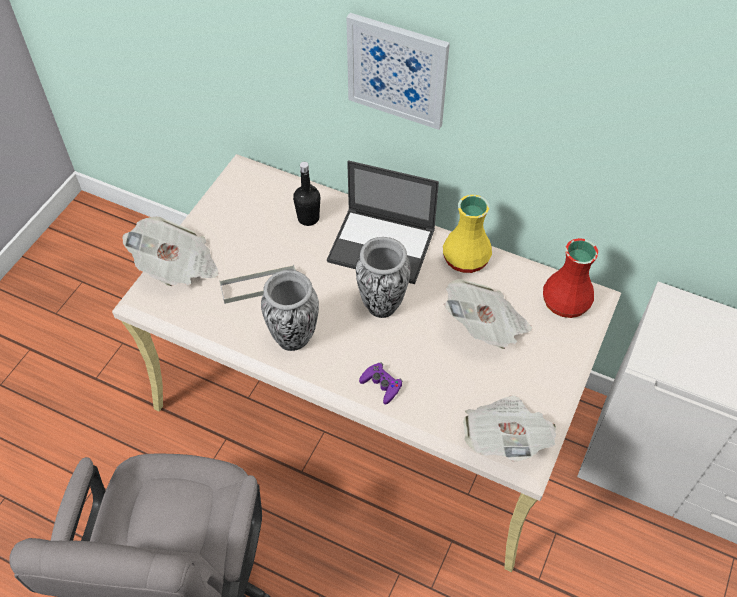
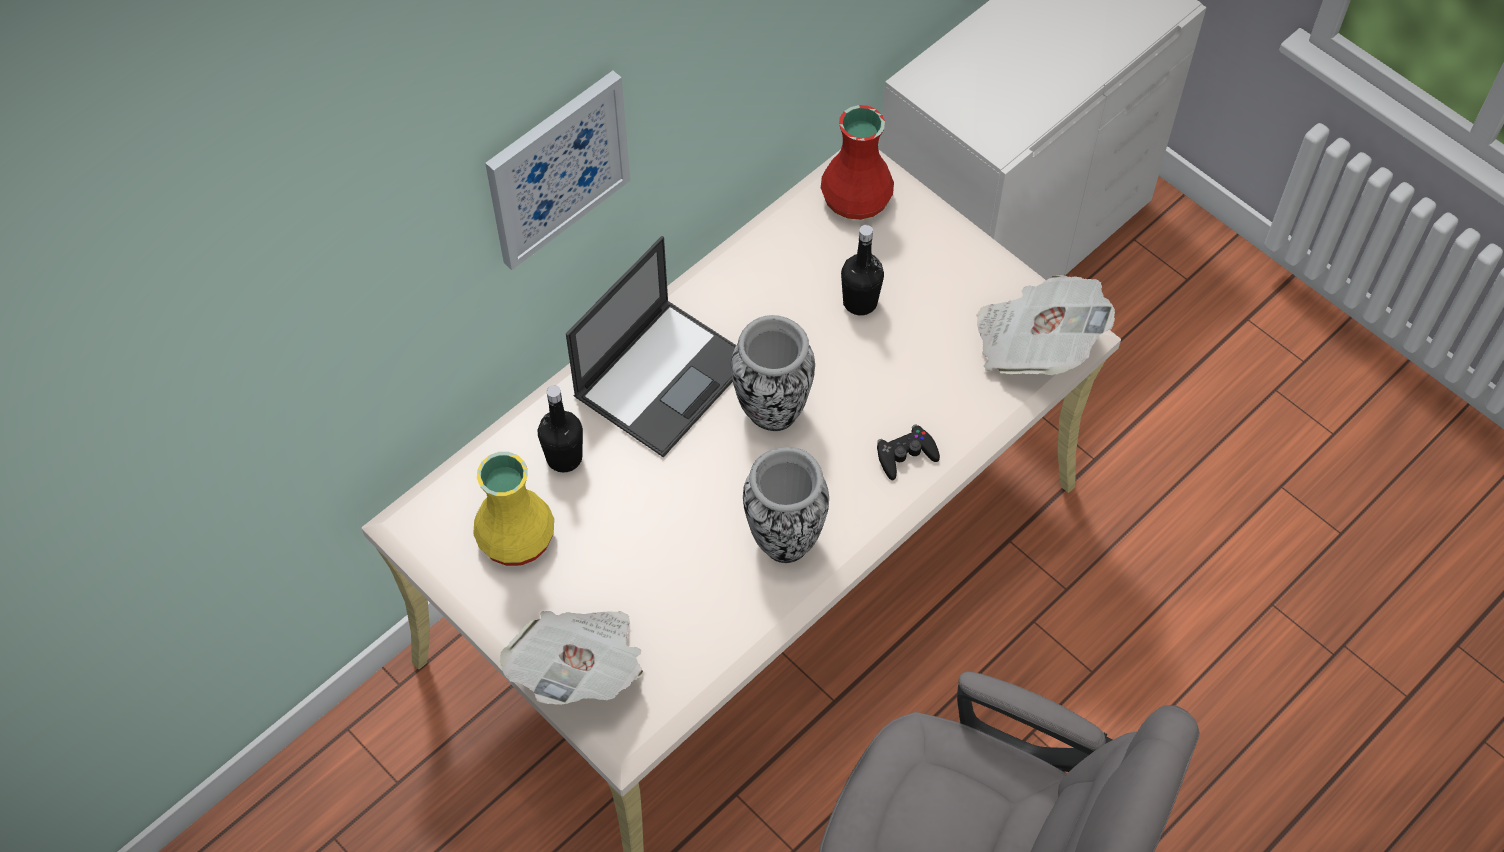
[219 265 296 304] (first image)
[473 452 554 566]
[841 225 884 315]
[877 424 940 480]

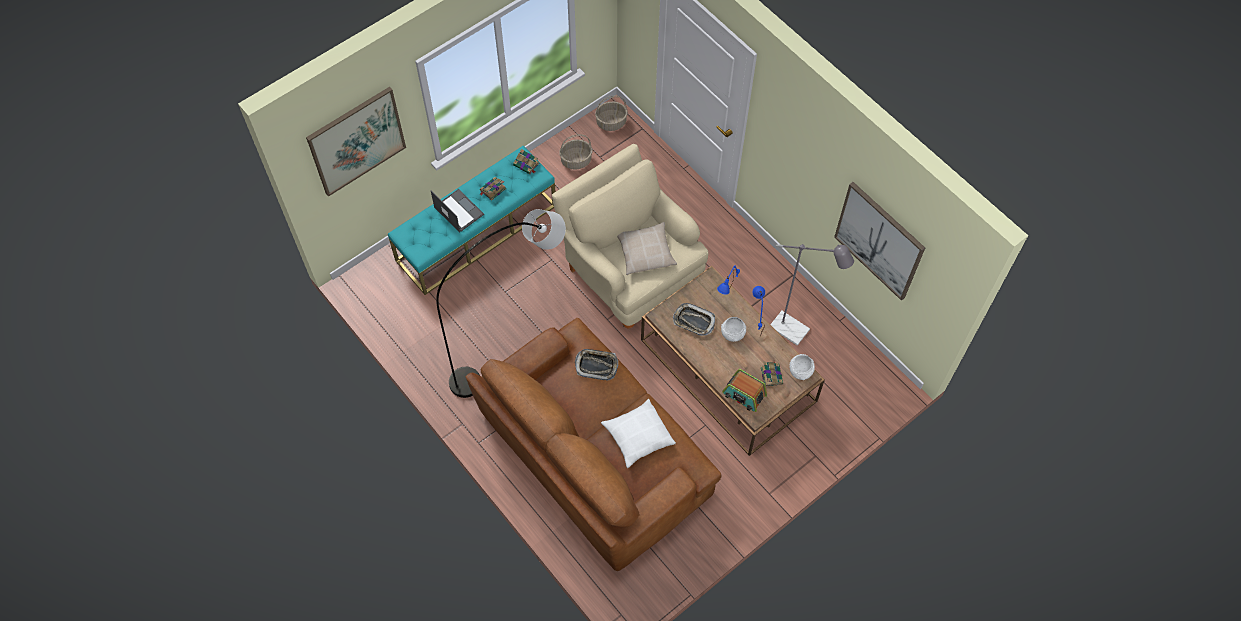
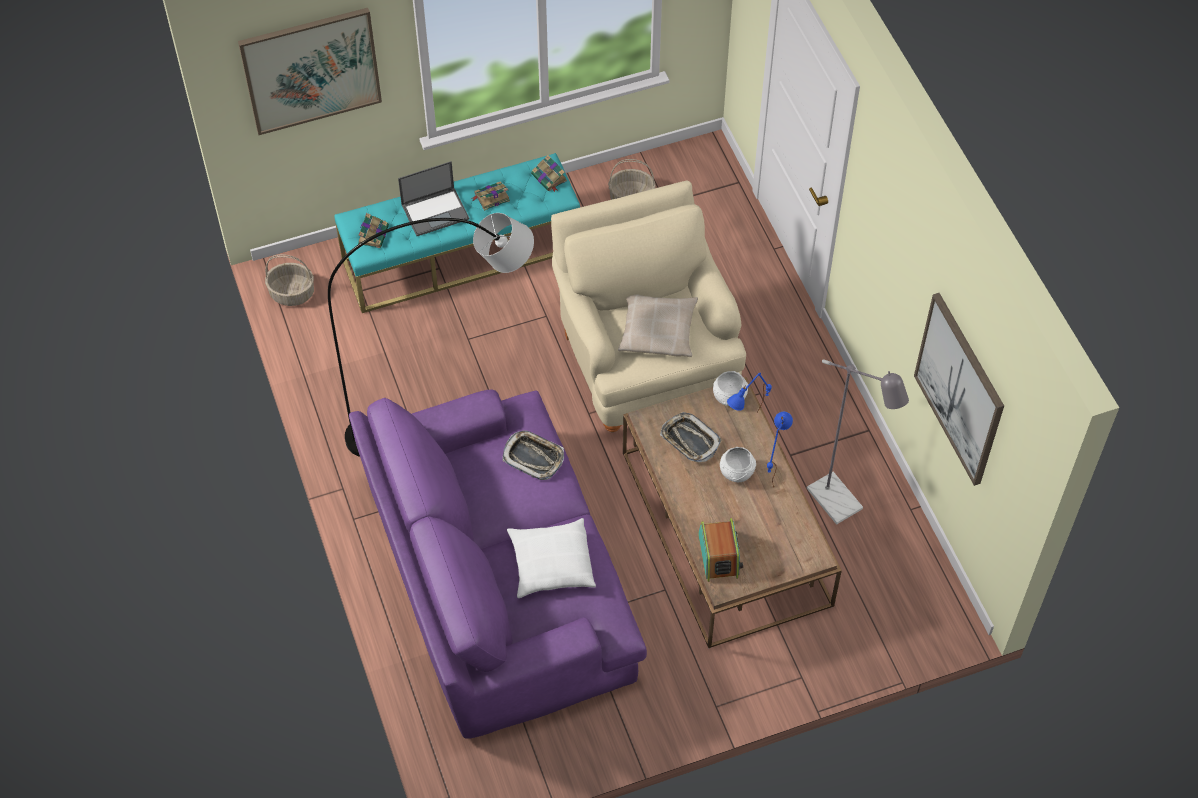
[265 254 314 306]
[358 213 389 248]
[713 371 748 406]
[349 390 647 739]
[398 161 469 236]
[698 518 743 582]

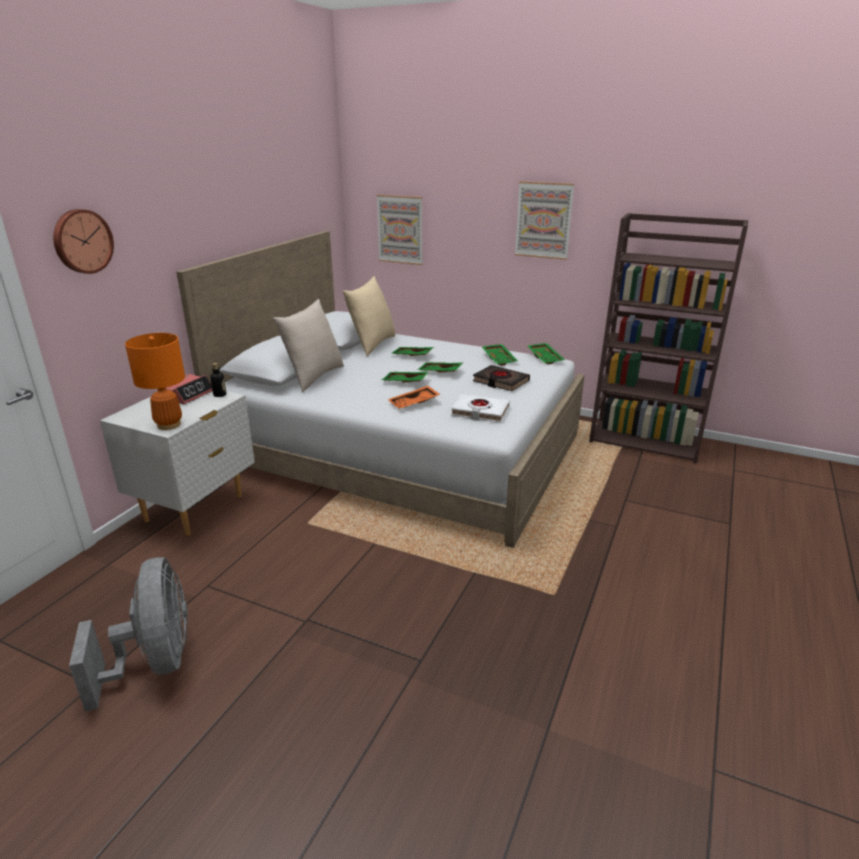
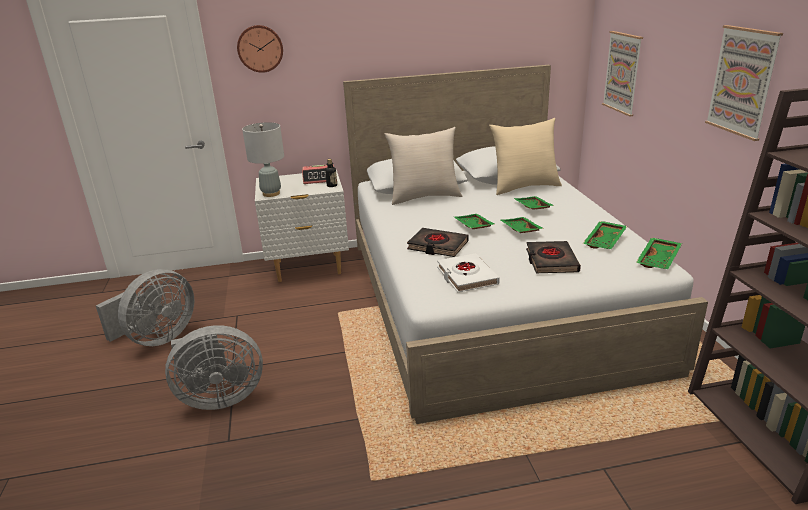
[165 325 263 410]
[407 228 469 257]
[242 122 284 197]

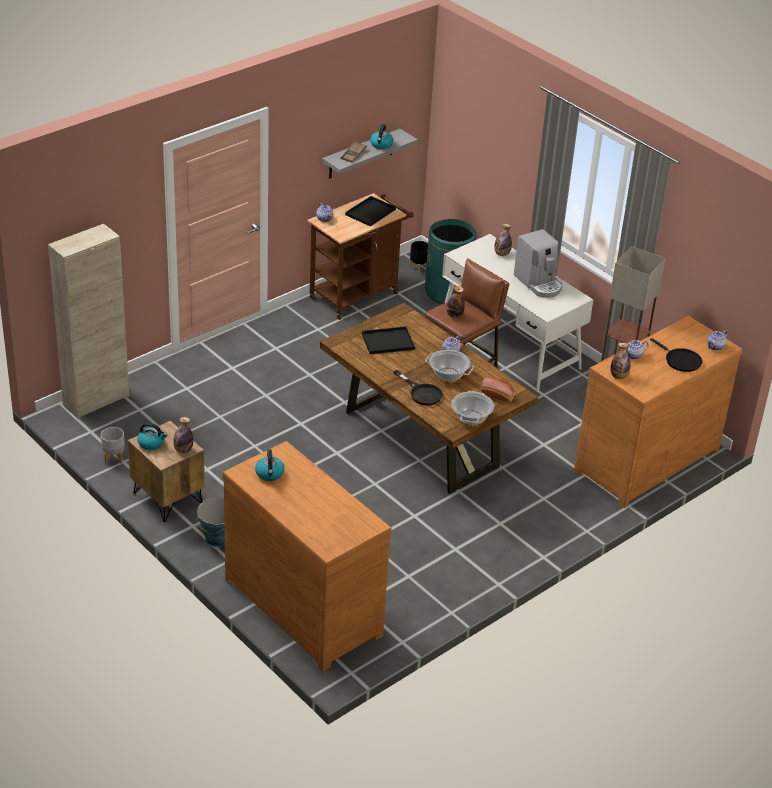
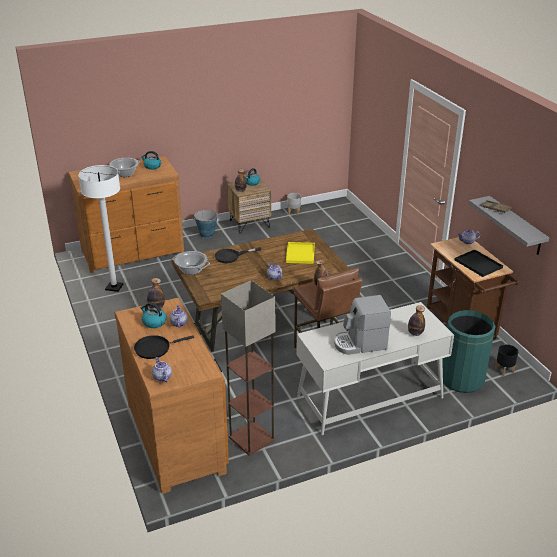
[48 224 129 419] (first image)
[482 377 515 402] (first image)
[78 165 123 292]
[140 302 166 328]
[109 158 140 177]
[286 242 315 264]

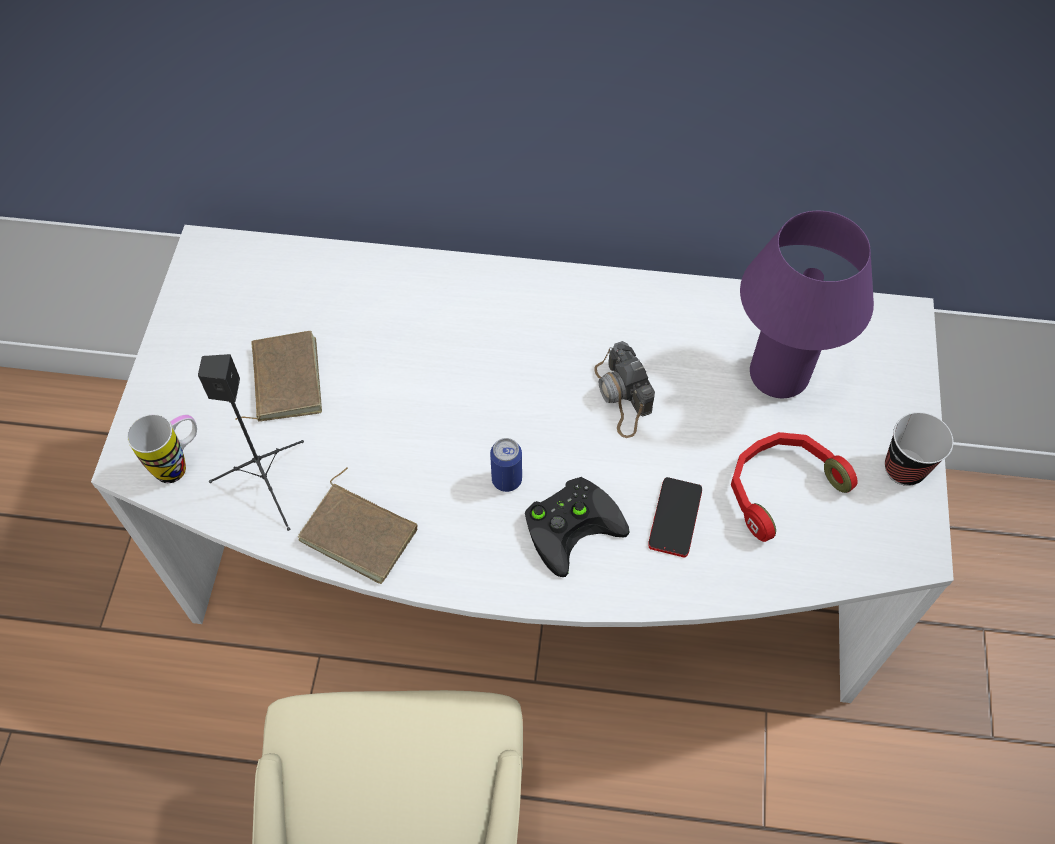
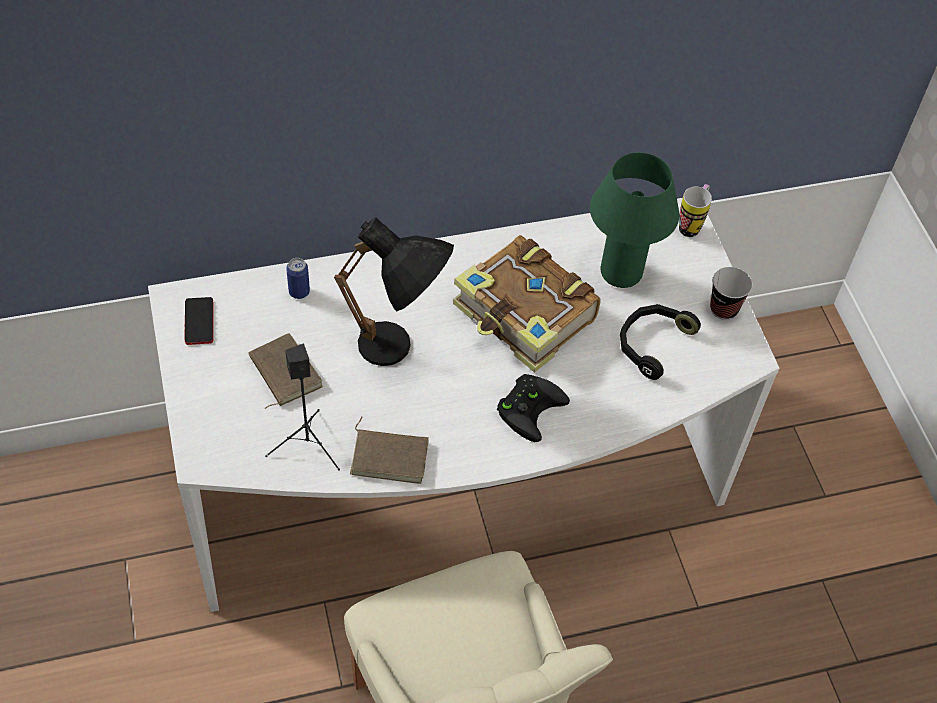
[334 217 454 366]
[679 184 712 237]
[286 258 310 299]
[184 297 214 345]
[453 235 601 373]
[620 304 701 380]
[590 152 679 288]

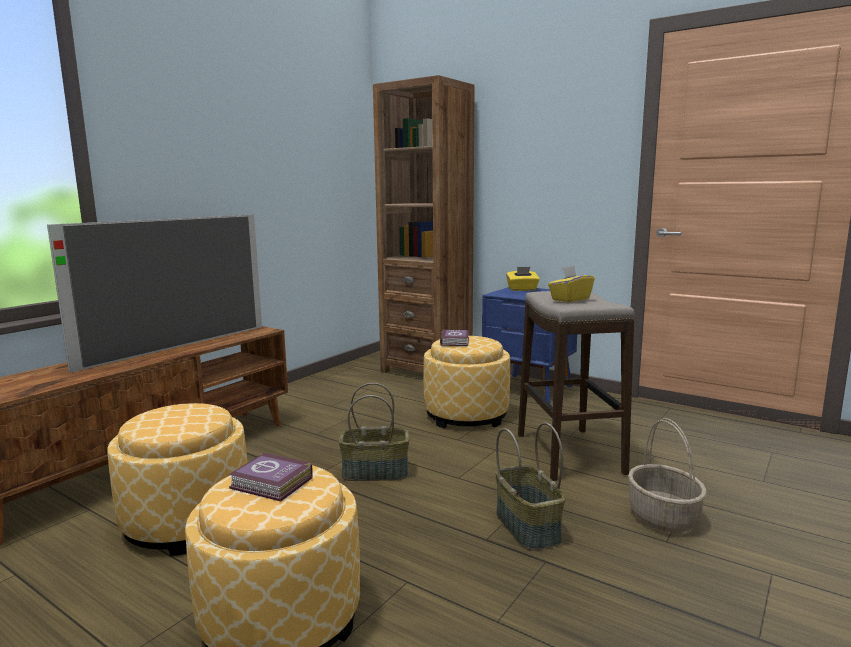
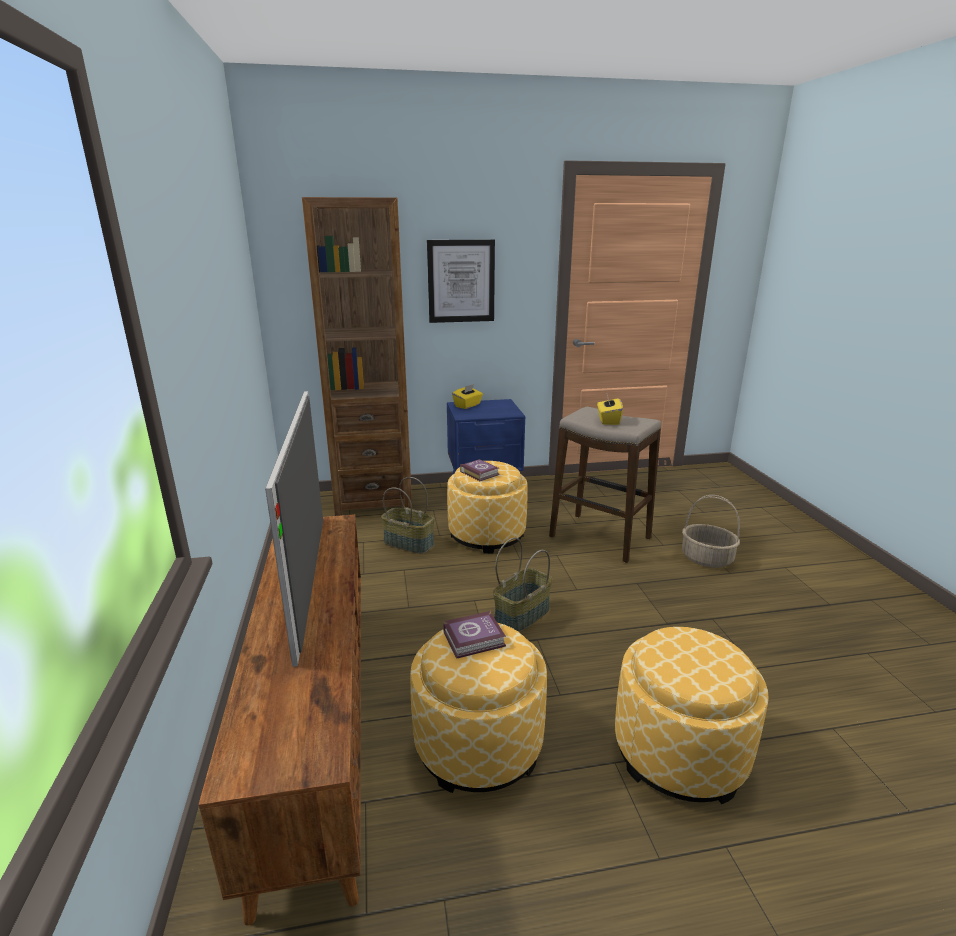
[427 240 495 323]
[443 611 506 659]
[381 477 435 554]

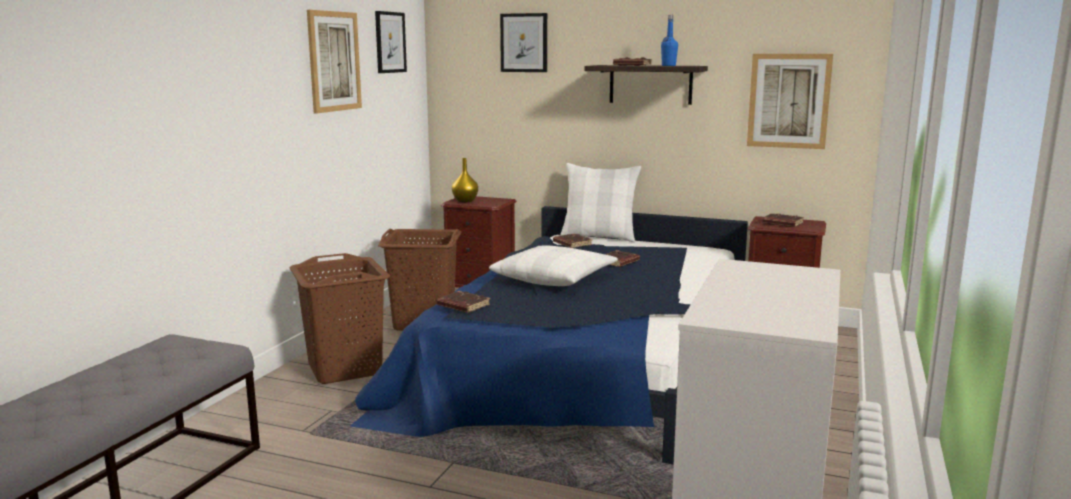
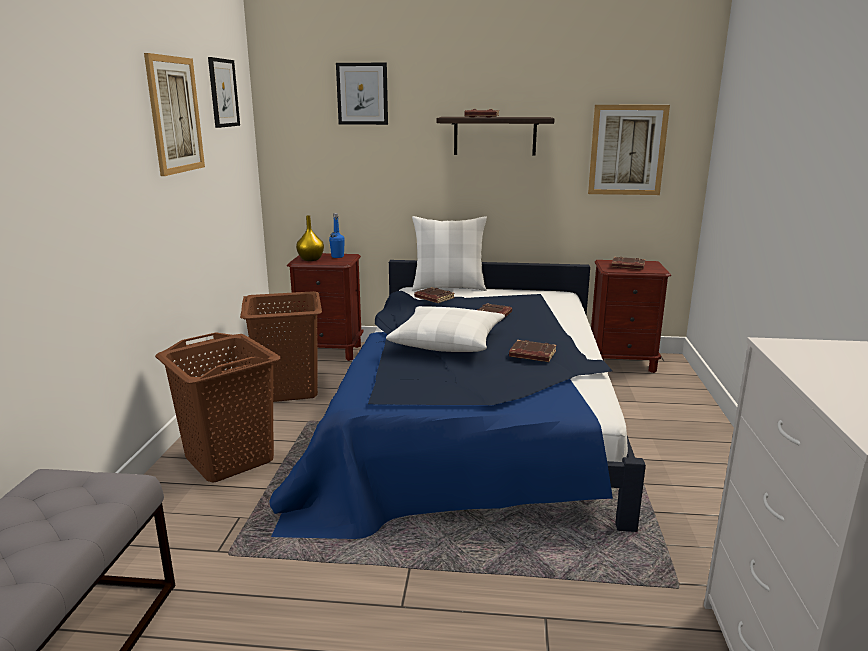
[509 340 556 362]
[329 213 345 258]

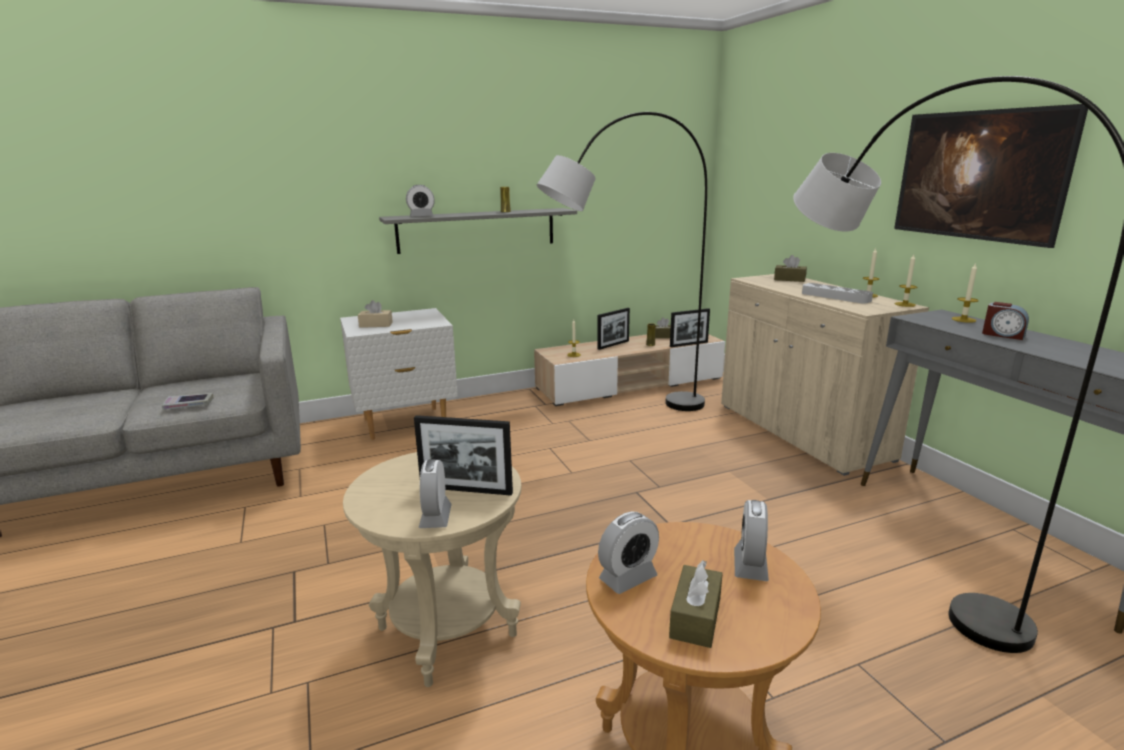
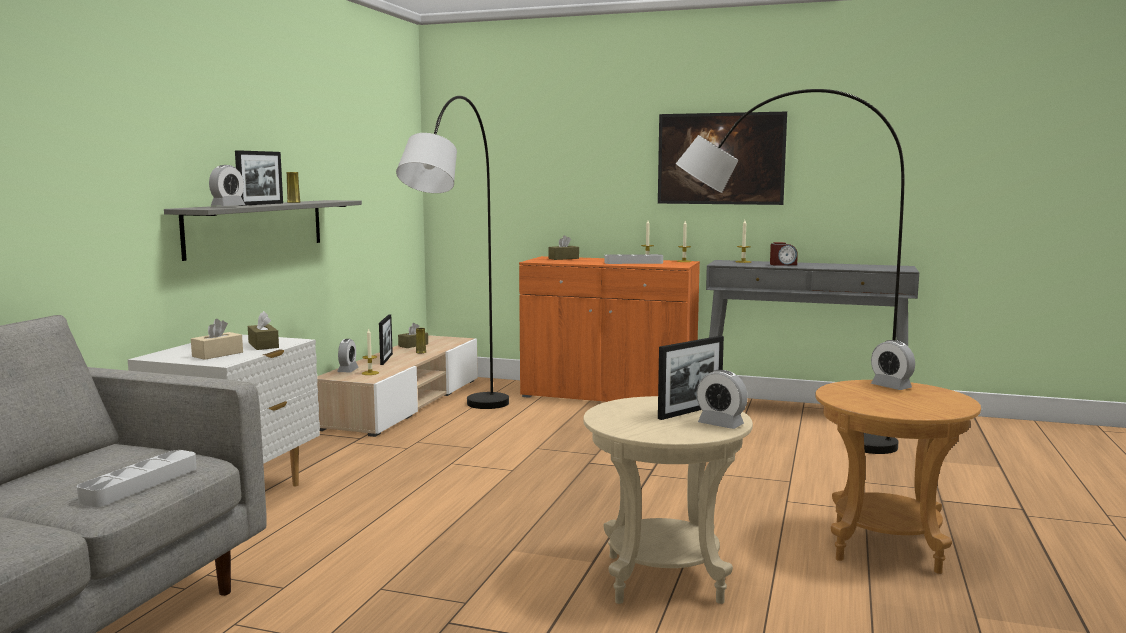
[337 339 359 372]
[248 311 279 350]
[235 150 283 206]
[77 450 197 507]
[519 256 700 402]

